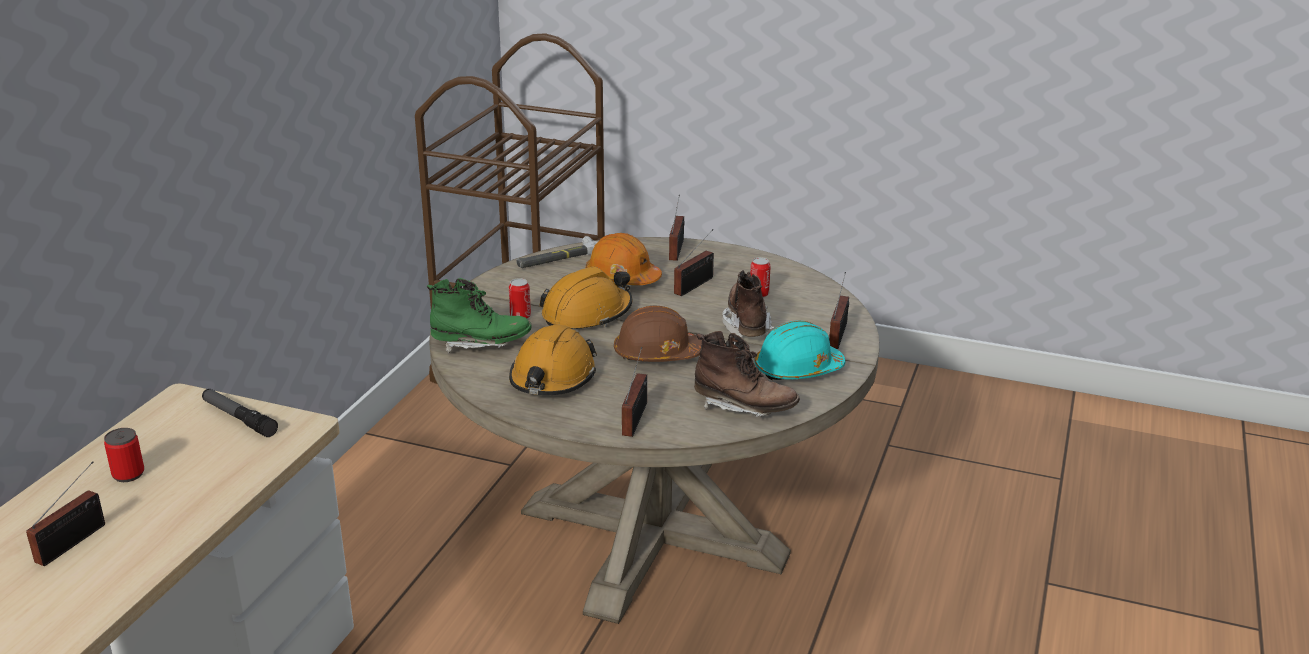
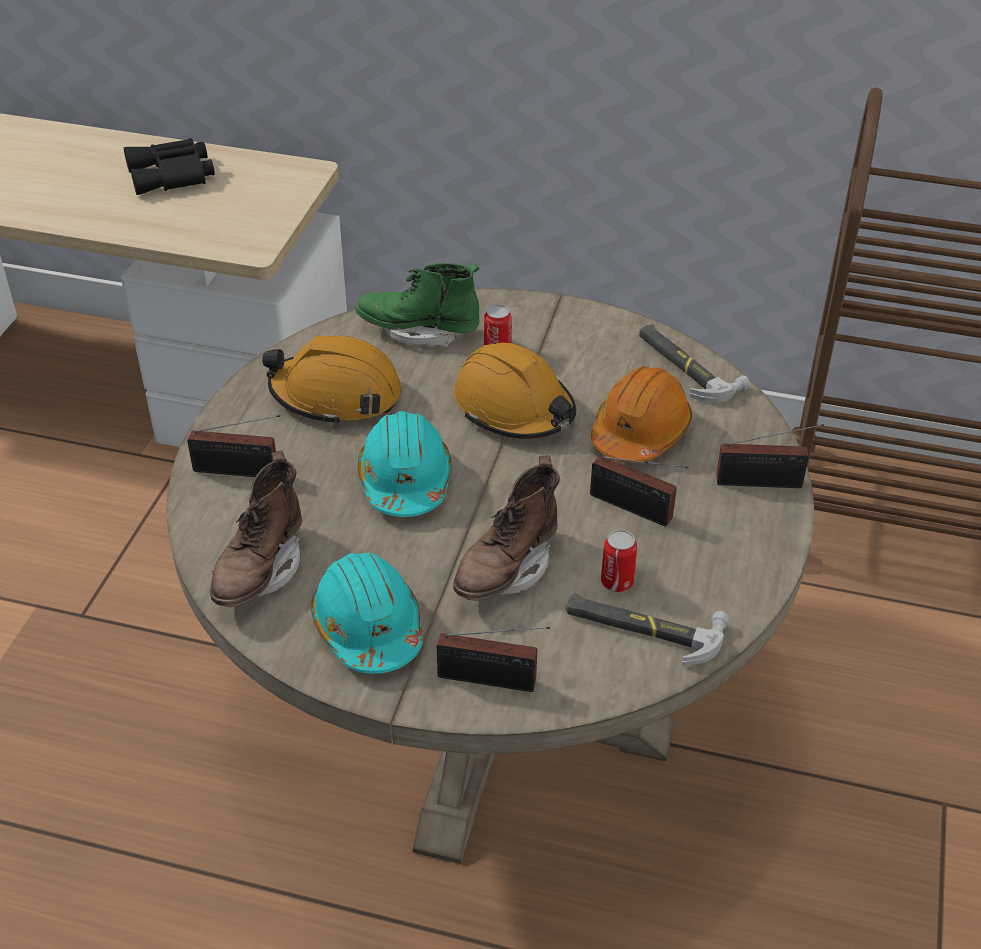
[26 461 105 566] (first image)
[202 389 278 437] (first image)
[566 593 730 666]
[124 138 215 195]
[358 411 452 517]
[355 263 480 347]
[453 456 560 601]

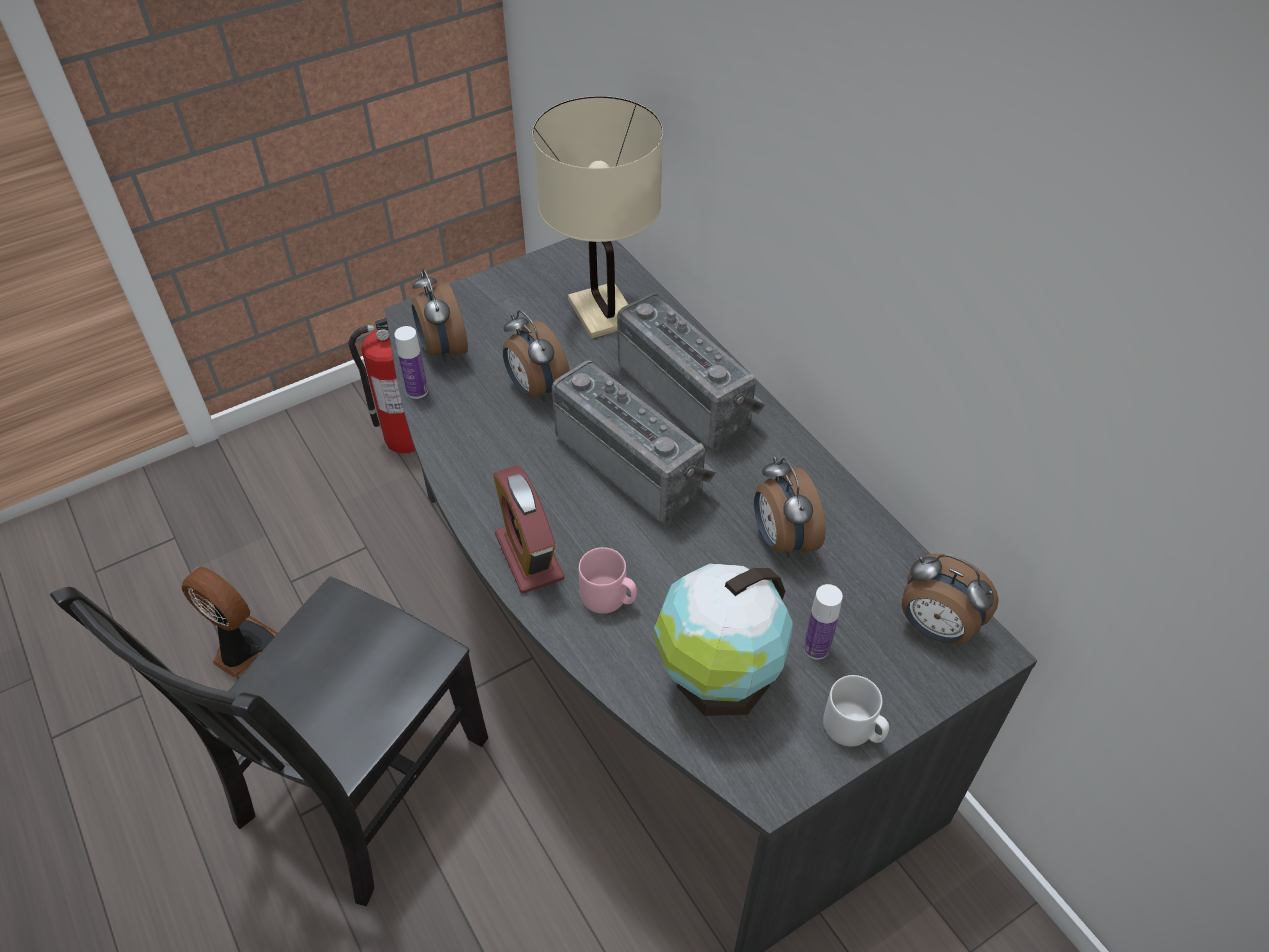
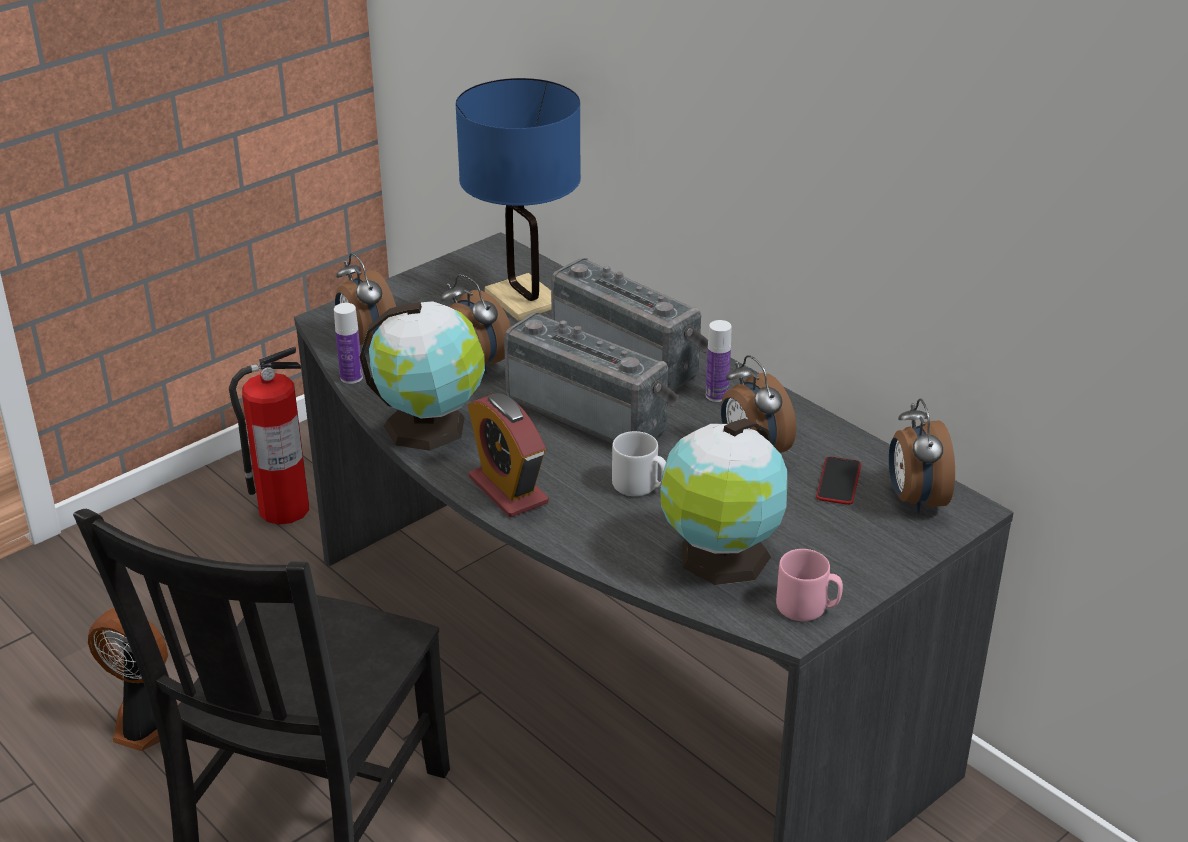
[360 301 485 451]
[816 456 861 505]
[776 549 843 621]
[706 320 732 402]
[612 431 666 496]
[455 78 581 321]
[889 399 955 514]

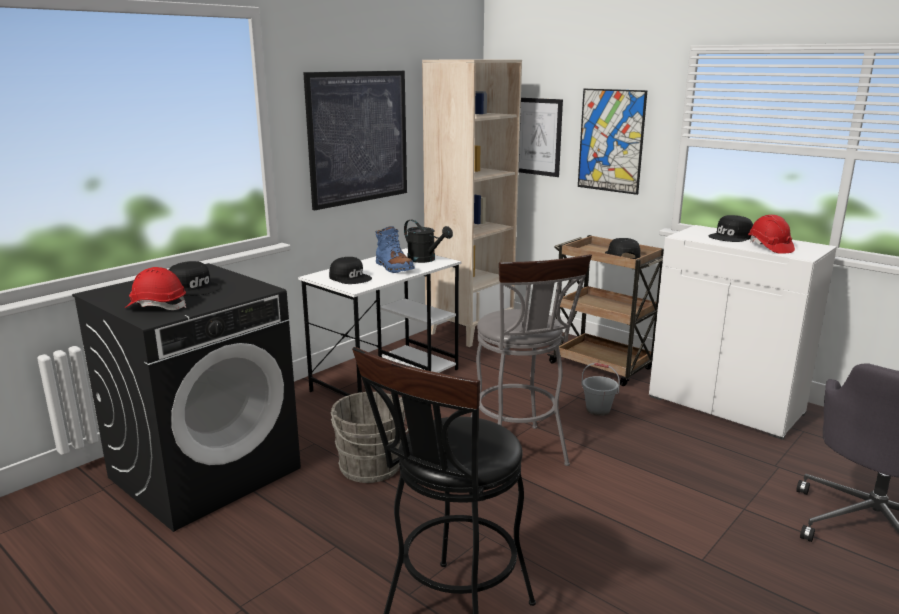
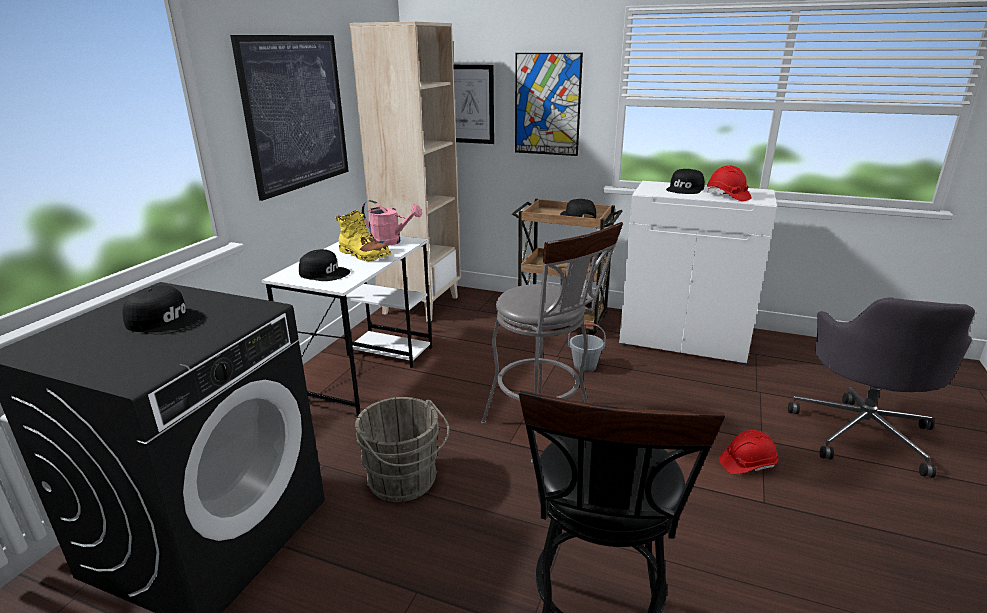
[719 430 778 474]
[335 210 391 261]
[361 200 422 246]

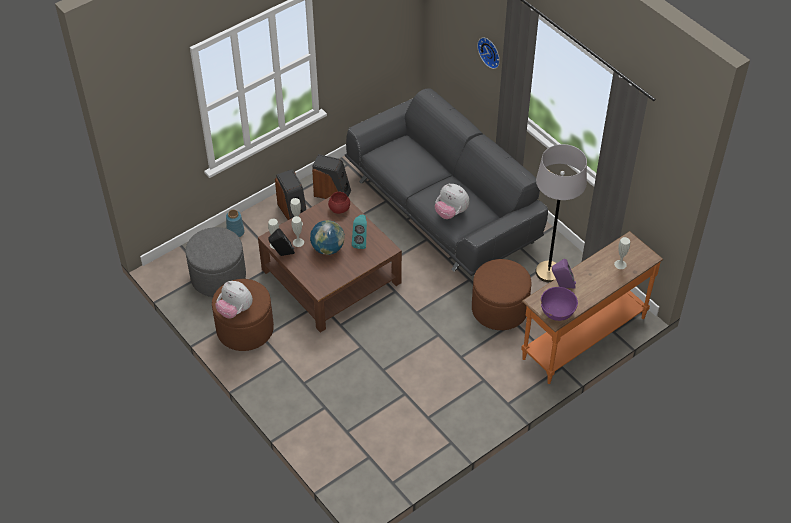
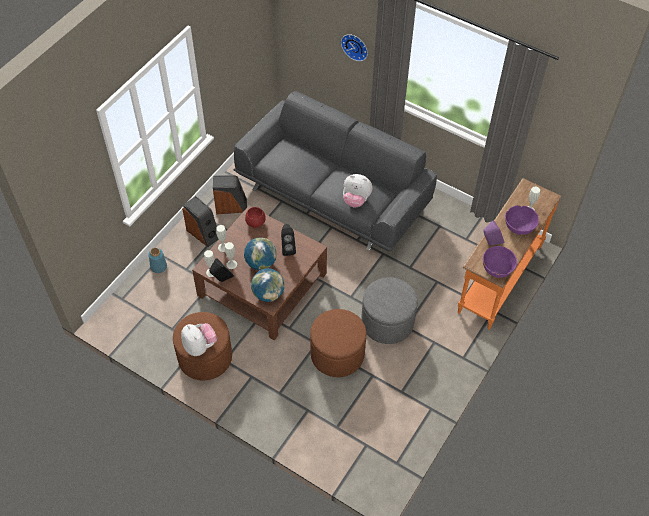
[535 144 587 283] (first image)
[251 268 284 302]
[505 205 539 235]
[361 277 418 344]
[310 309 367 377]
[281 224 296 256]
[181 323 217 356]

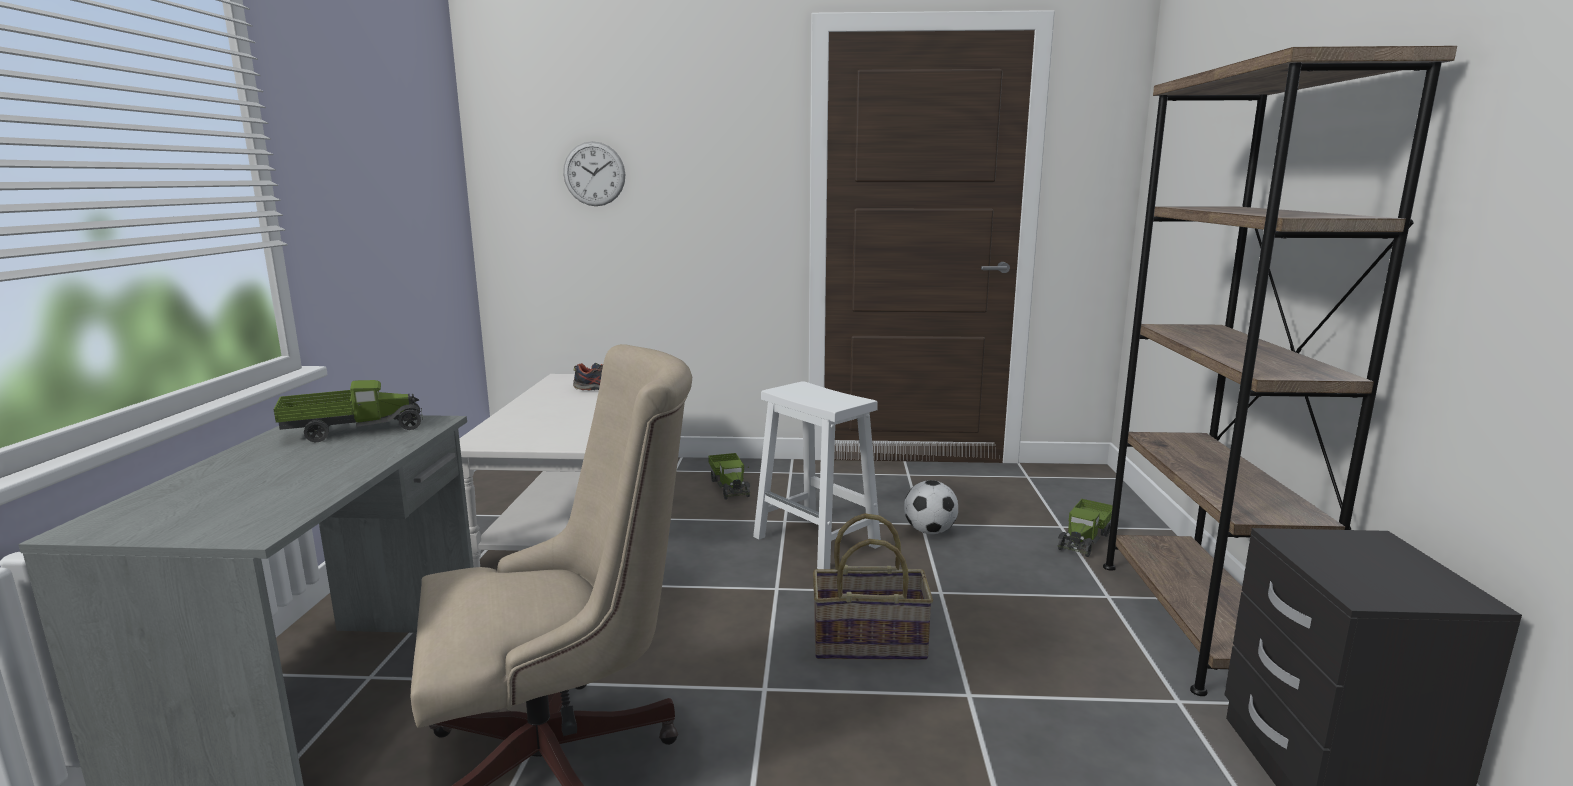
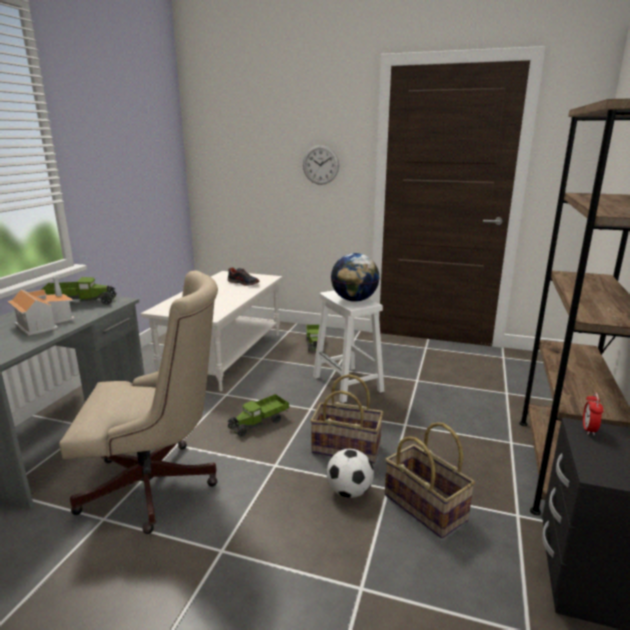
[7 276 75 336]
[331 253 380 302]
[385 422 475 538]
[583 392 604 436]
[303 145 339 185]
[327 449 374 498]
[227 394 289 437]

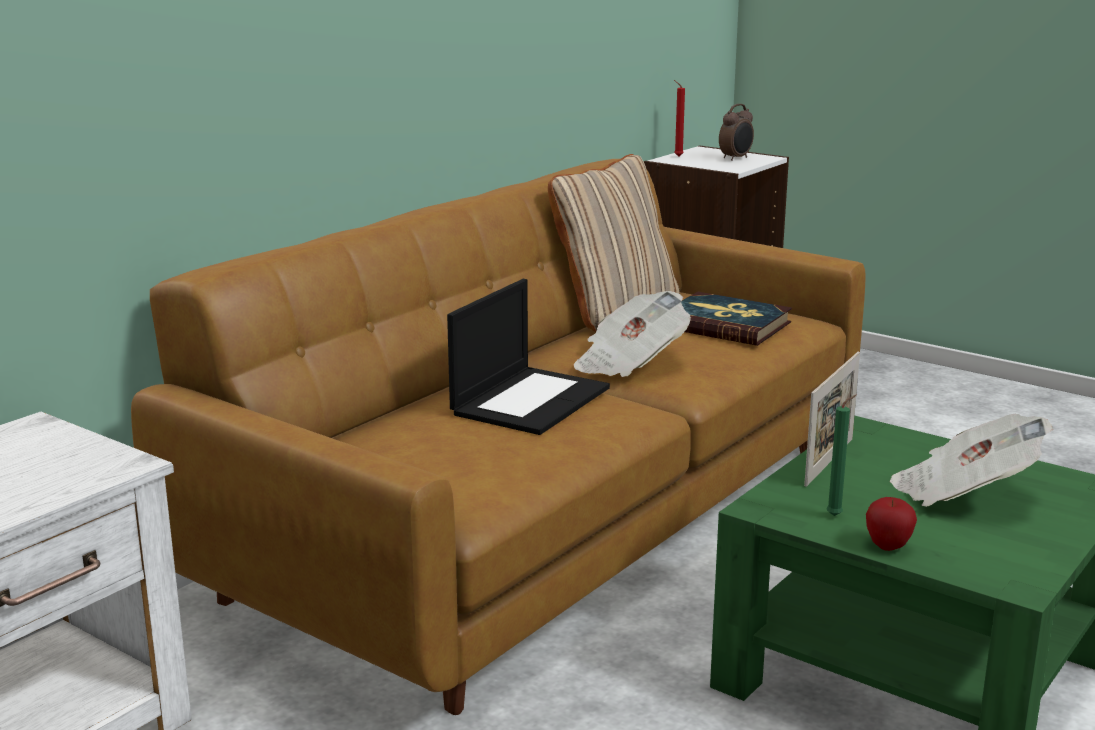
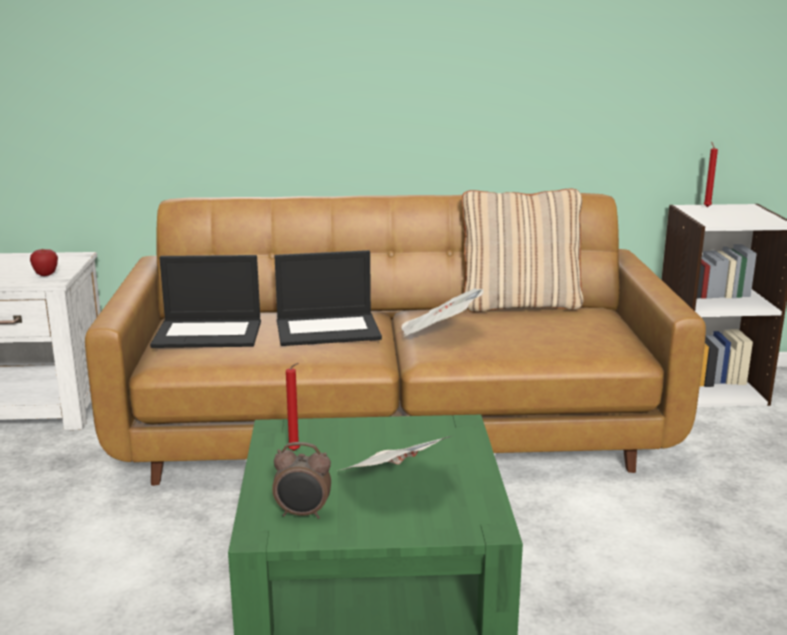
[681 292 792 346] (first image)
[804 352 860 487] (first image)
[150 255 261 348]
[272 442 331 519]
[30 249 58 276]
[286 363 300 451]

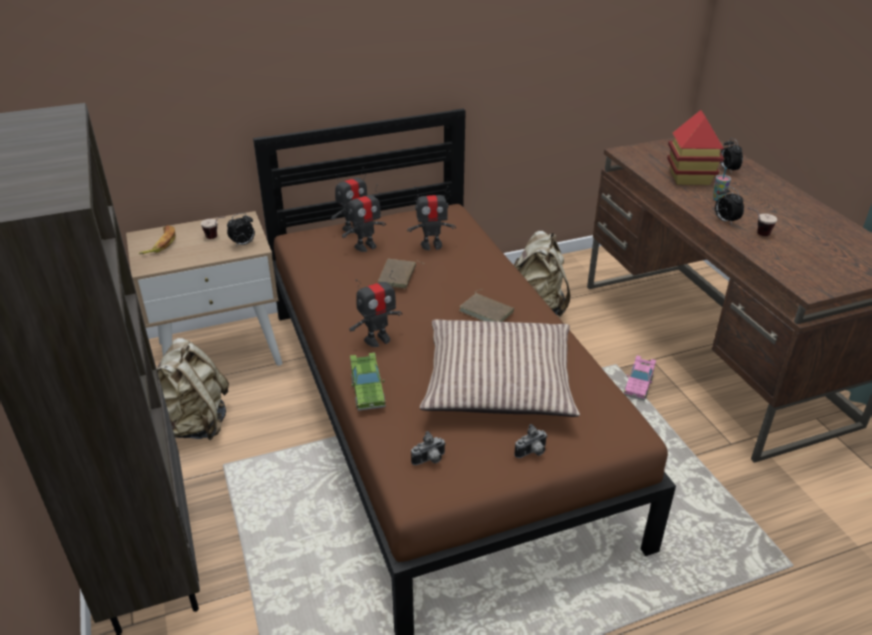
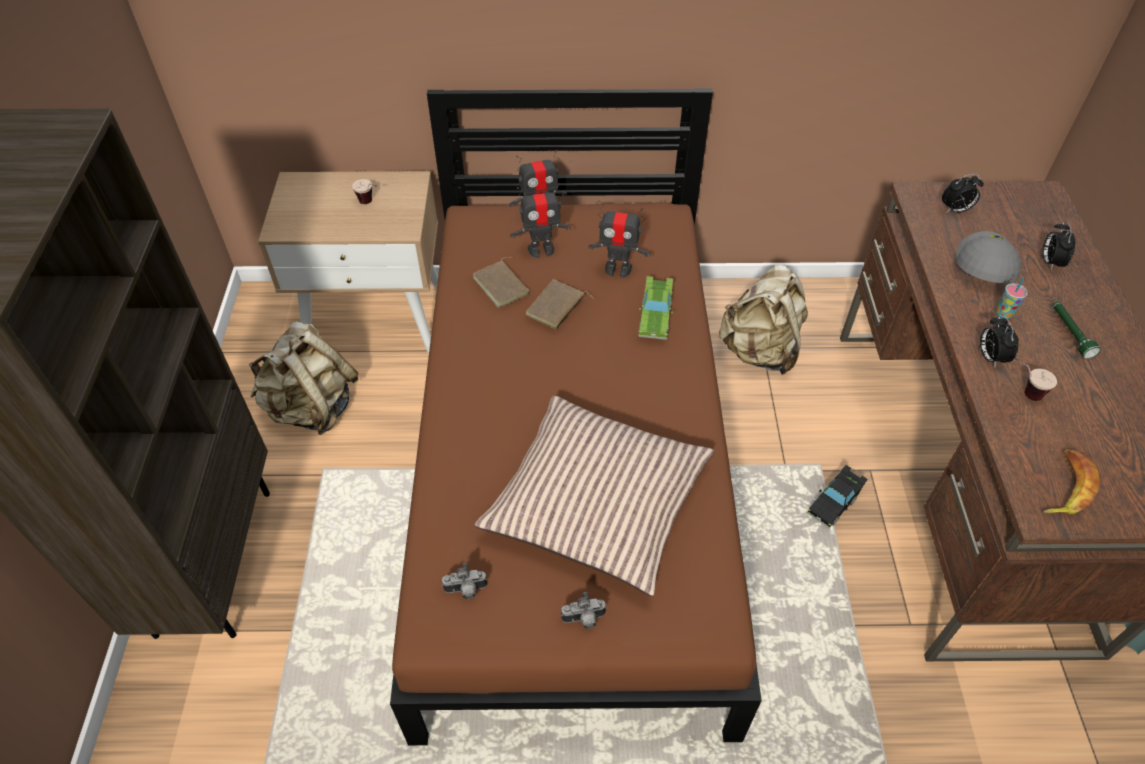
[349 270 402 347] (first image)
[1053 301 1101 359]
[1044 449 1100 514]
[942 174 984 213]
[638 276 673 340]
[473 257 530 308]
[956 231 1021 283]
[807 465 868 529]

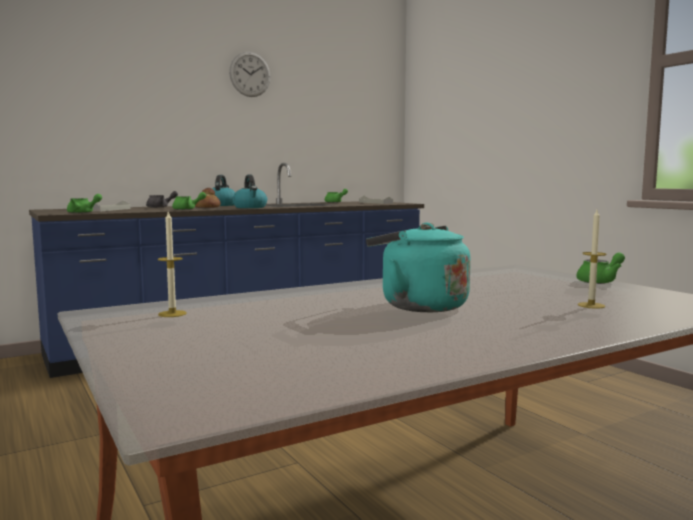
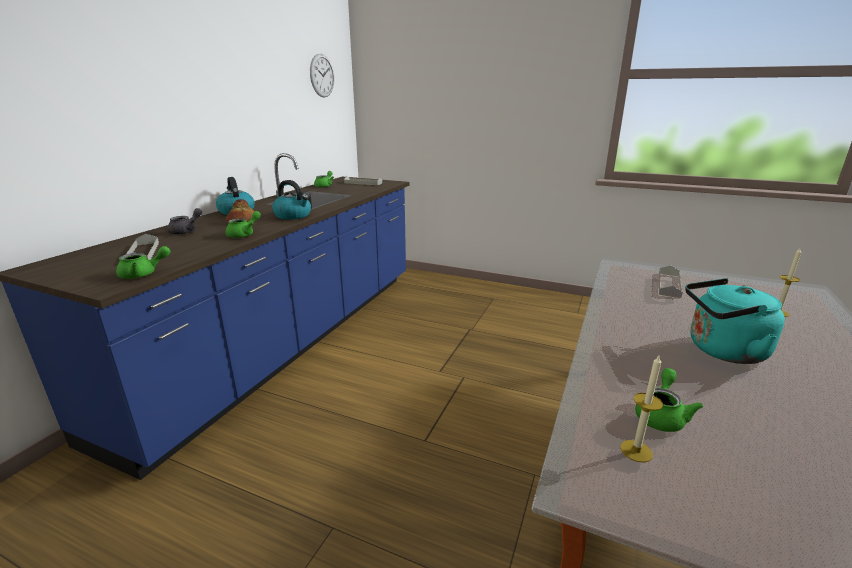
[659 265 683 298]
[310 54 334 98]
[635 368 704 432]

